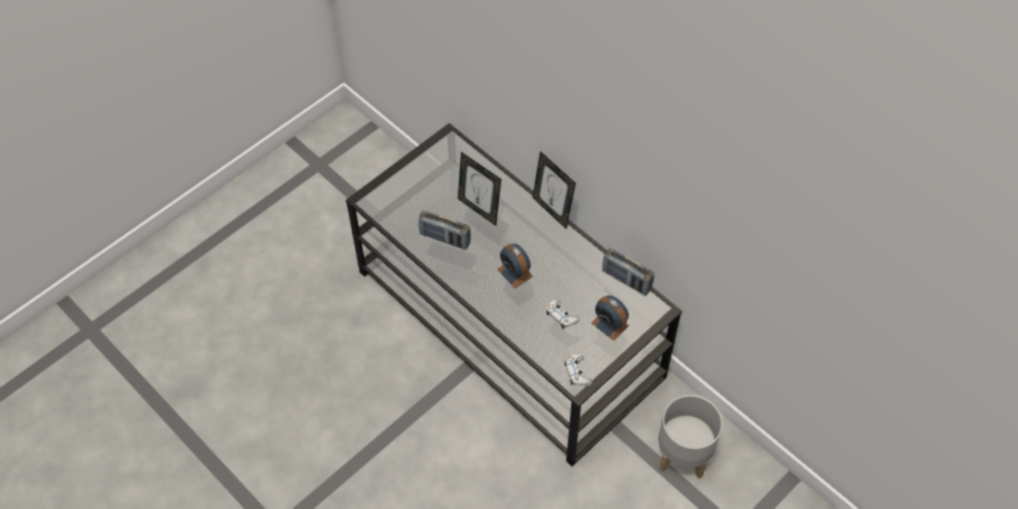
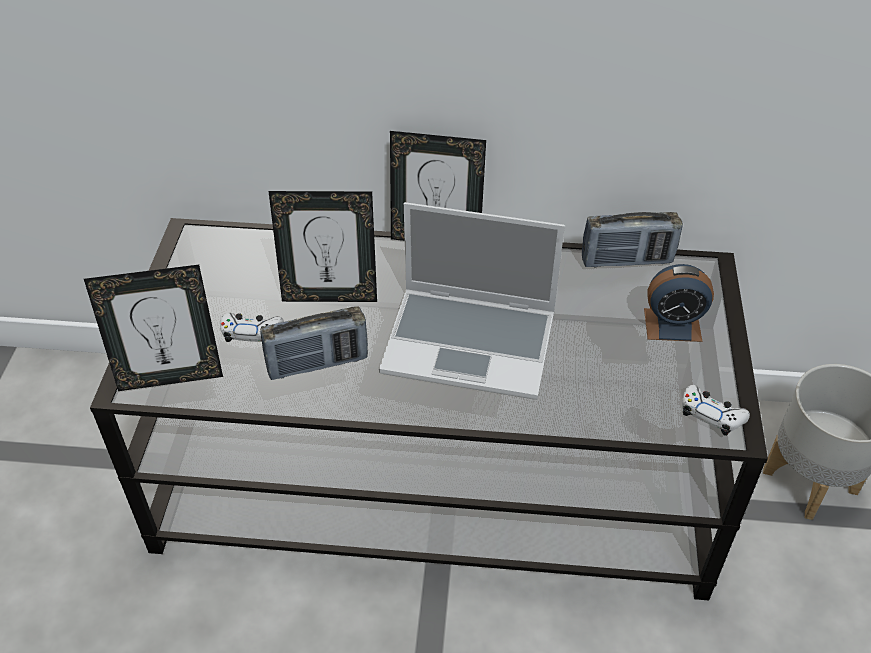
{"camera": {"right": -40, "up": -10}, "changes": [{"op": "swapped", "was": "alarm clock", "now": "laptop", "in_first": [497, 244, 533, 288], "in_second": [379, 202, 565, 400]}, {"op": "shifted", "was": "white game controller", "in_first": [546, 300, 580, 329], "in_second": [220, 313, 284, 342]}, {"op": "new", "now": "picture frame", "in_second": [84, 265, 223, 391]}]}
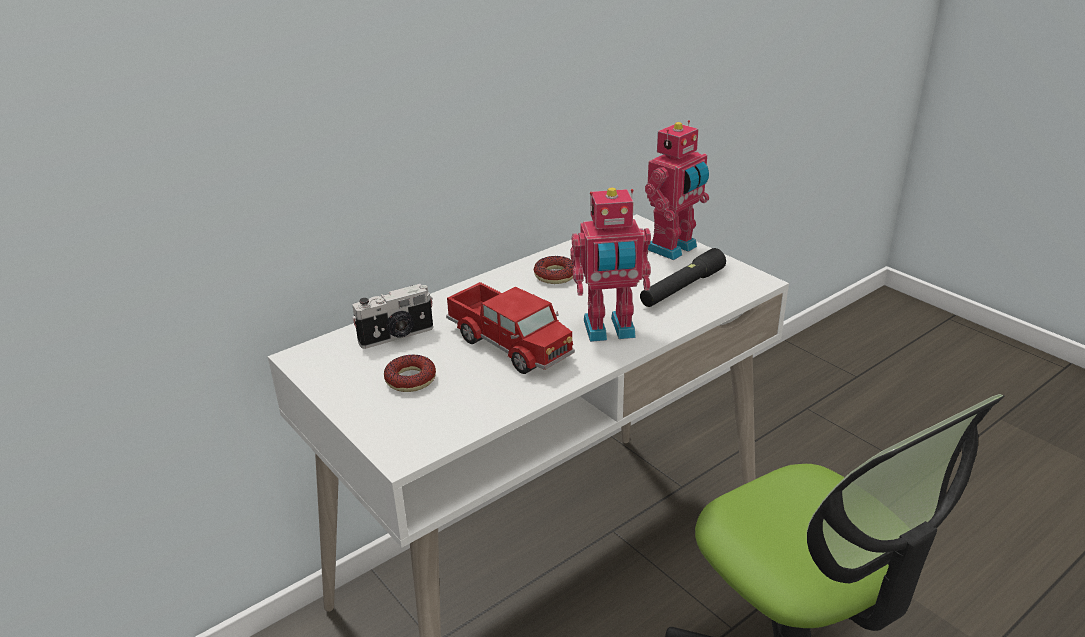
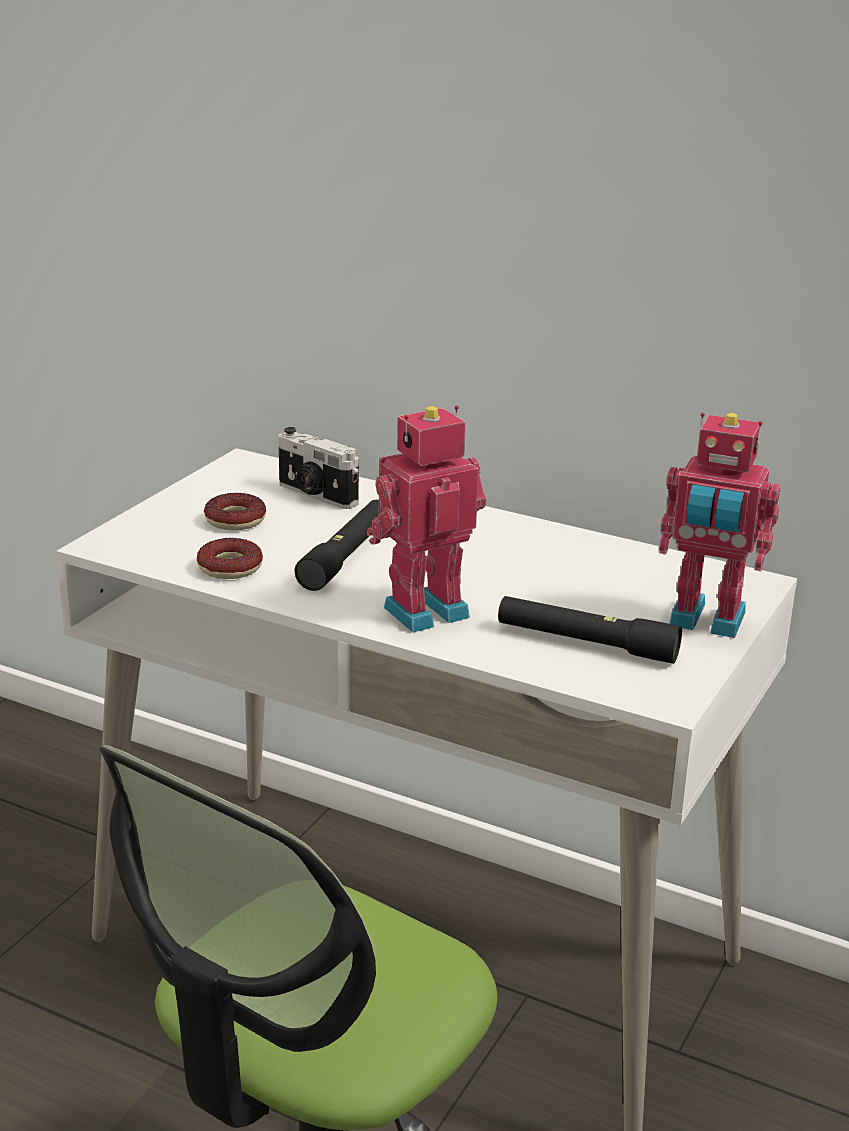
{"camera": {"right": 65, "up": -5}, "changes": [{"op": "swapped", "was": "toy truck", "now": "black flashlight", "in_first": [446, 282, 575, 374], "in_second": [295, 500, 379, 591]}, {"op": "shifted", "was": "donut", "in_first": [534, 256, 574, 284], "in_second": [197, 538, 263, 579]}, {"op": "rotated", "was": "toy robot", "in_first": [570, 188, 651, 342], "in_second": [367, 405, 486, 632], "clockwise": 90}]}
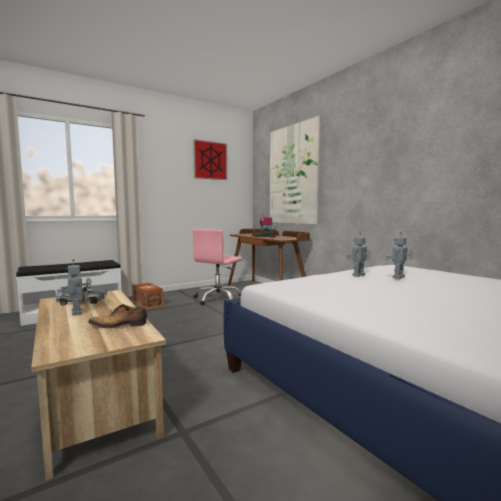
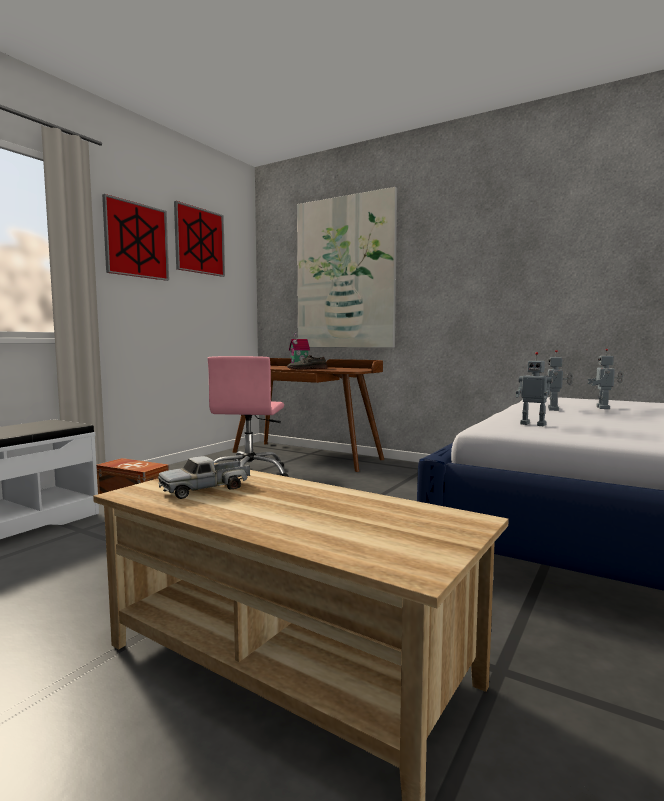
{"camera": {"right": -25, "up": 0}, "changes": [{"op": "shifted", "was": "toy robot", "in_first": [61, 259, 92, 315], "in_second": [516, 352, 553, 426]}, {"op": "gone", "was": "shoe", "in_first": [88, 304, 147, 328]}, {"op": "new", "now": "picture", "in_second": [102, 194, 169, 281]}]}
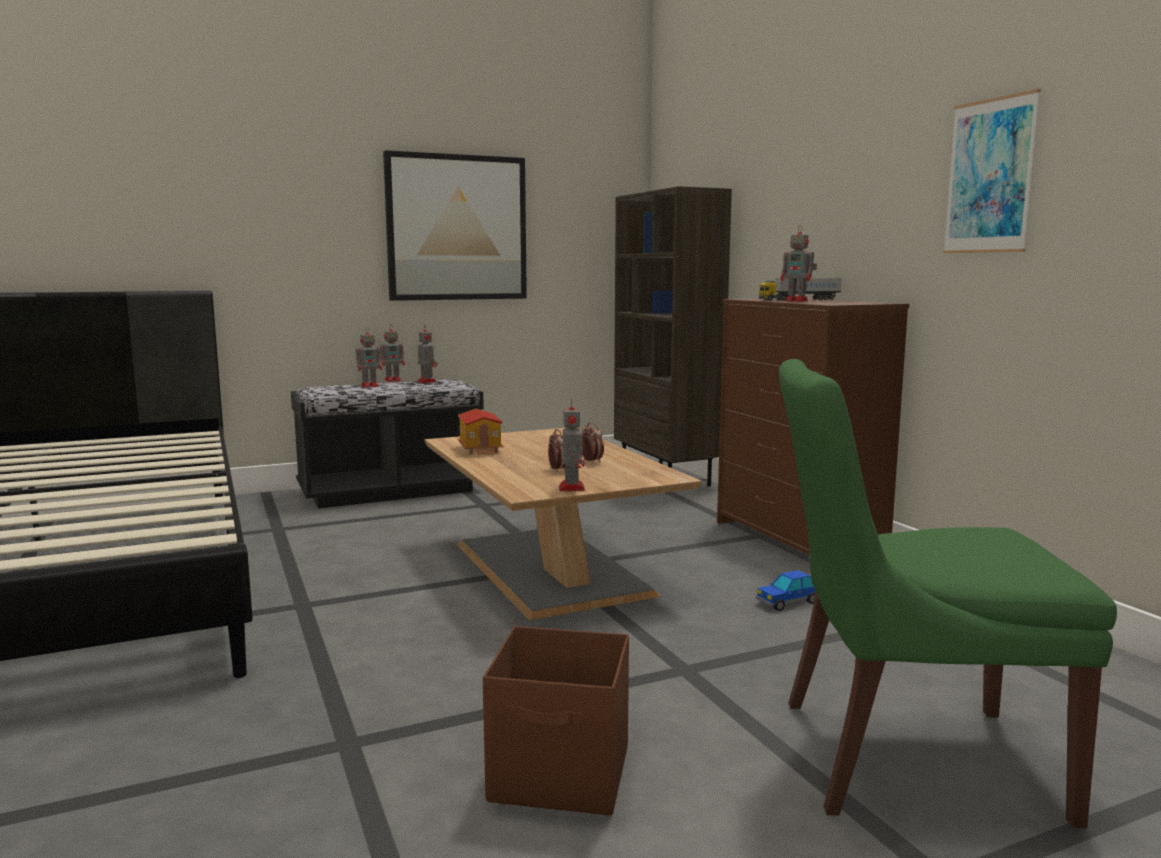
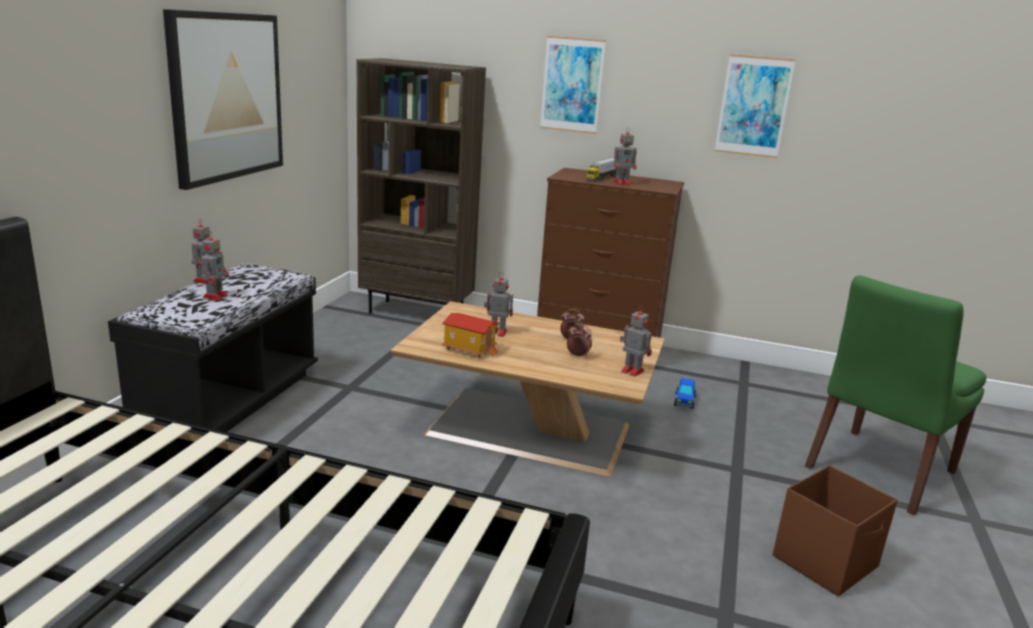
{"camera": {"right": -50, "up": 10}, "changes": [{"op": "shifted", "was": "toy robot", "in_first": [417, 325, 437, 383], "in_second": [484, 272, 513, 337]}, {"op": "new", "now": "picture", "in_second": [540, 36, 606, 134]}]}
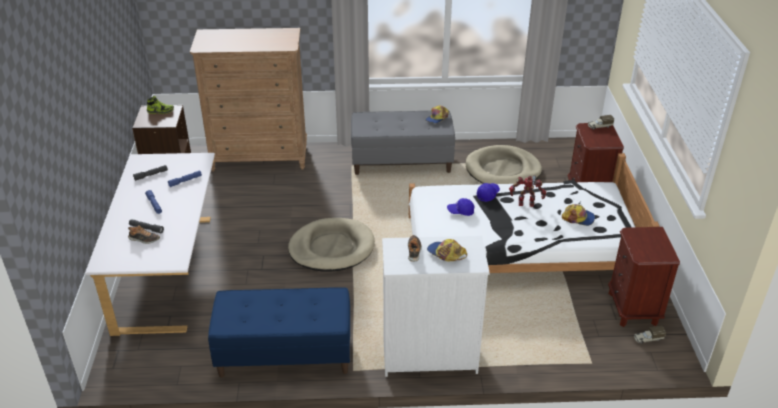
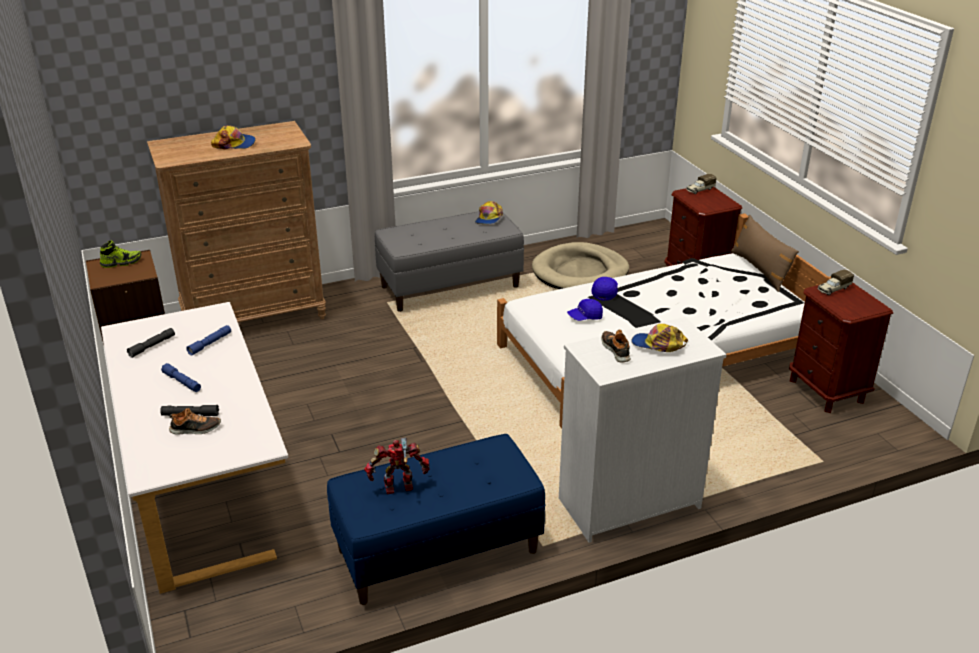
{"camera": {"right": -20, "up": -5}, "changes": [{"op": "gone", "was": "beige dog bed", "in_first": [288, 218, 375, 272]}, {"op": "shifted", "was": "toy robot", "in_first": [509, 175, 546, 207], "in_second": [364, 437, 429, 494]}, {"op": "shifted", "was": "cap", "in_first": [562, 204, 595, 226], "in_second": [211, 125, 256, 149]}, {"op": "shifted", "was": "toy truck", "in_first": [634, 325, 666, 344], "in_second": [817, 269, 854, 295]}, {"op": "new", "now": "brown pillow", "in_second": [731, 214, 799, 292]}]}
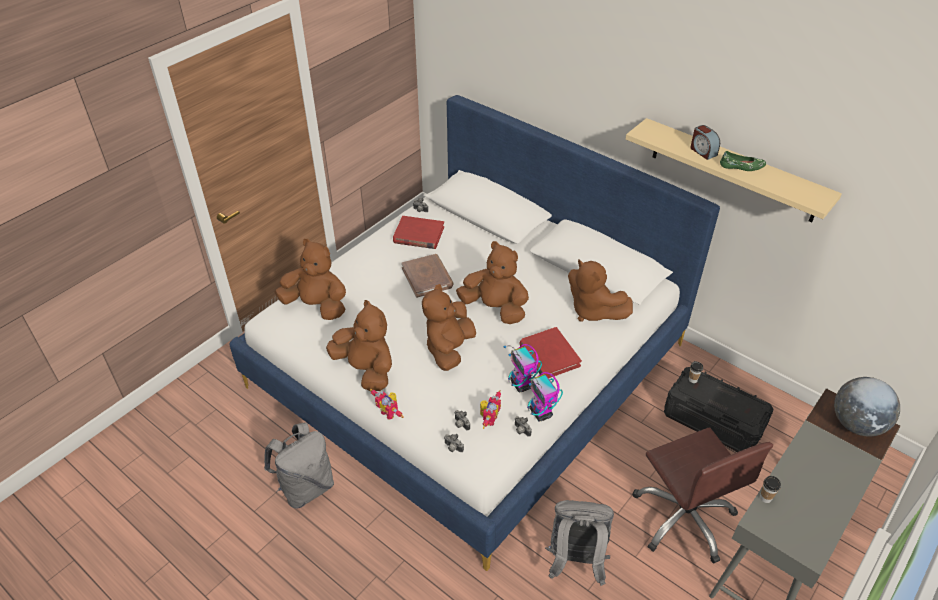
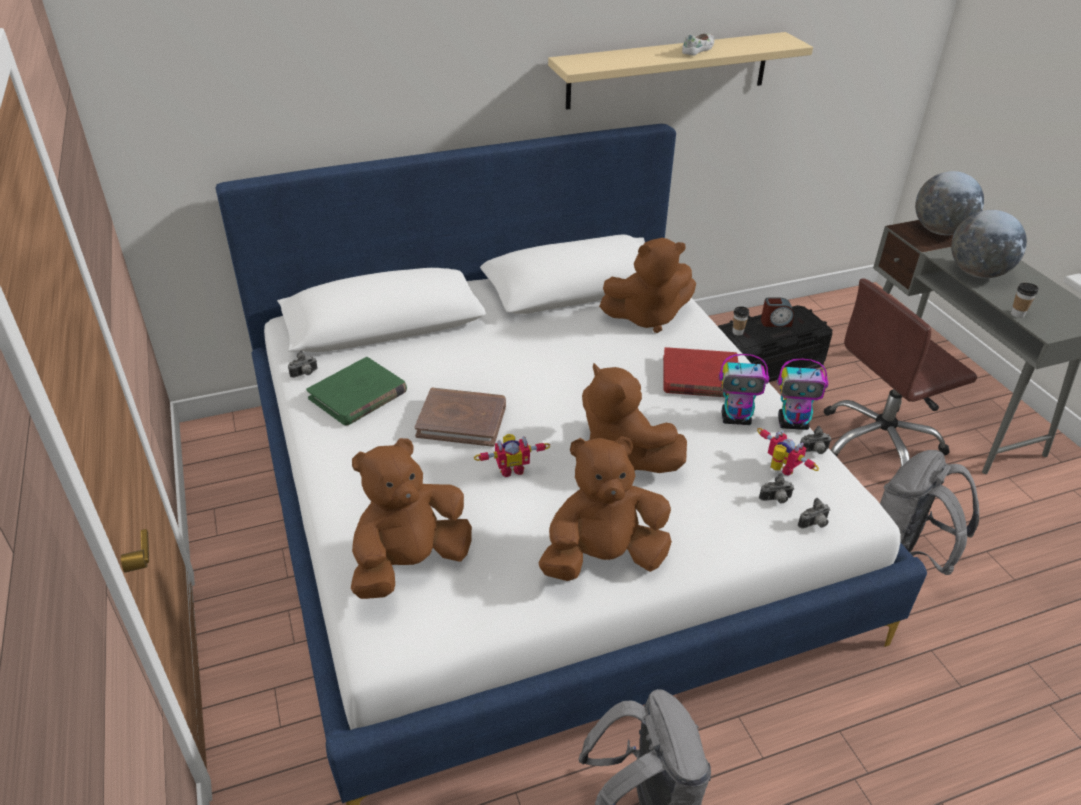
{"camera": {"right": -60, "up": -5}, "changes": [{"op": "shifted", "was": "toy robot", "in_first": [370, 389, 404, 420], "in_second": [474, 434, 550, 477]}, {"op": "repainted", "was": "red book", "now": "green book", "in_first": [393, 216, 444, 249], "in_second": [306, 357, 407, 426]}, {"op": "gone", "was": "brown plush toy", "in_first": [456, 241, 529, 324]}, {"op": "rotated", "was": "brown office chair", "in_first": [633, 427, 773, 563], "in_second": [824, 278, 977, 467], "clockwise": 150}, {"op": "shifted", "was": "alarm clock", "in_first": [690, 125, 720, 160], "in_second": [761, 298, 794, 327]}, {"op": "repainted", "was": "green shoe", "now": "white shoe", "in_first": [720, 151, 766, 171], "in_second": [682, 33, 714, 56]}, {"op": "new", "now": "globe", "in_second": [951, 210, 1027, 278]}]}
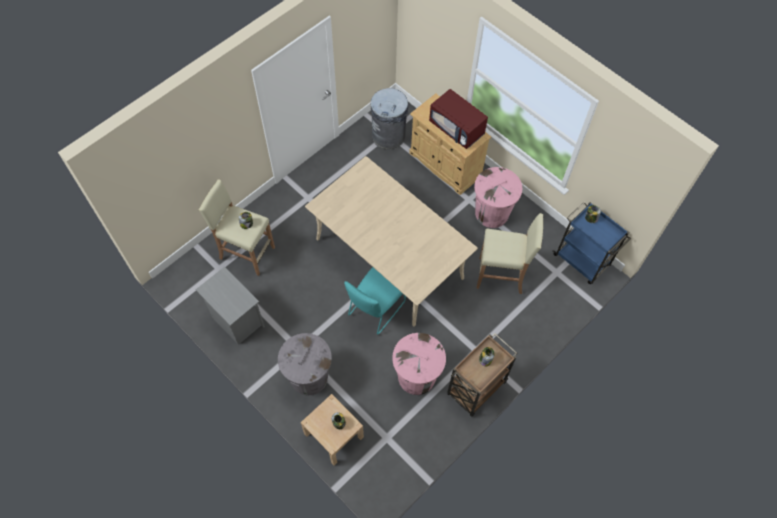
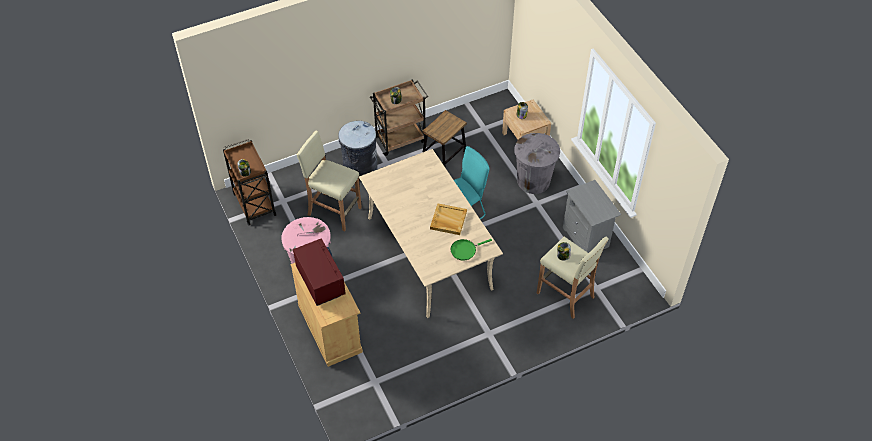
{"camera": {"right": -160, "up": -10}, "changes": [{"op": "shifted", "was": "grey trash can", "in_first": [371, 88, 409, 149], "in_second": [338, 121, 377, 181]}, {"op": "swapped", "was": "pink trash can", "now": "stool", "in_first": [392, 333, 446, 395], "in_second": [422, 110, 467, 170]}, {"op": "repainted", "was": "blue cart", "now": "brown cart", "in_first": [553, 202, 631, 284], "in_second": [223, 139, 276, 225]}, {"op": "new", "now": "beige tray", "in_second": [430, 204, 467, 235]}, {"op": "new", "now": "green frying pan", "in_second": [451, 239, 492, 260]}]}
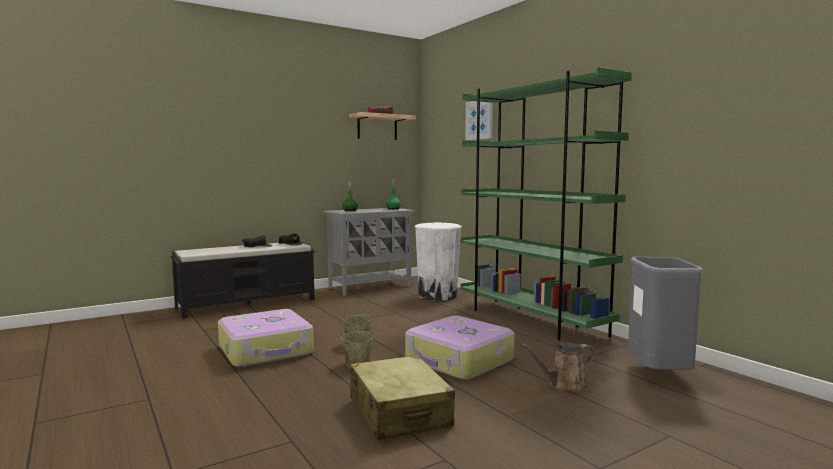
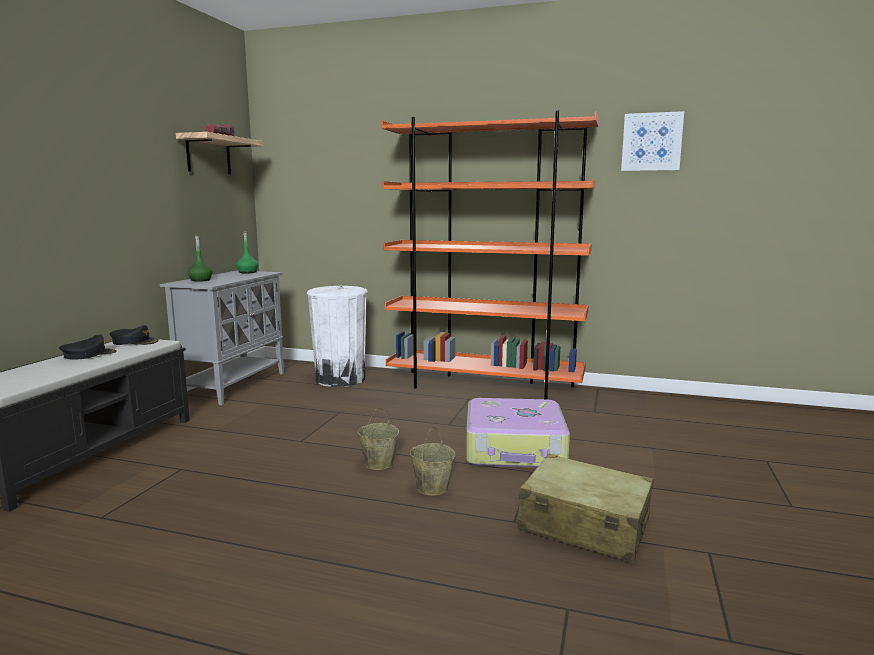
{"camera": {"right": -40, "up": 5}, "changes": [{"op": "gone", "was": "suitcase", "in_first": [218, 309, 314, 367]}, {"op": "repainted", "was": "green bookcase", "now": "orange bookcase", "in_first": [460, 67, 632, 341], "in_second": [381, 110, 599, 399]}, {"op": "shifted", "was": "picture", "in_first": [465, 101, 493, 140], "in_second": [621, 111, 684, 171]}, {"op": "gone", "was": "brown watering can", "in_first": [521, 342, 595, 392]}, {"op": "gone", "was": "grey trash can", "in_first": [628, 257, 704, 370]}]}
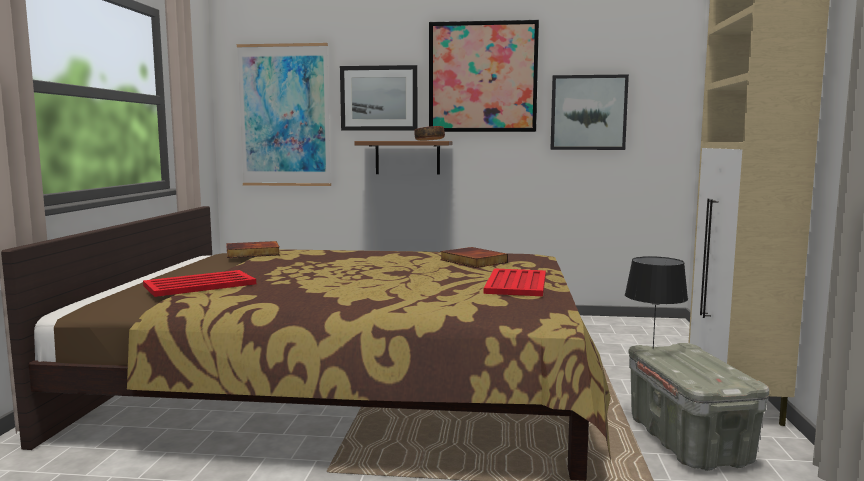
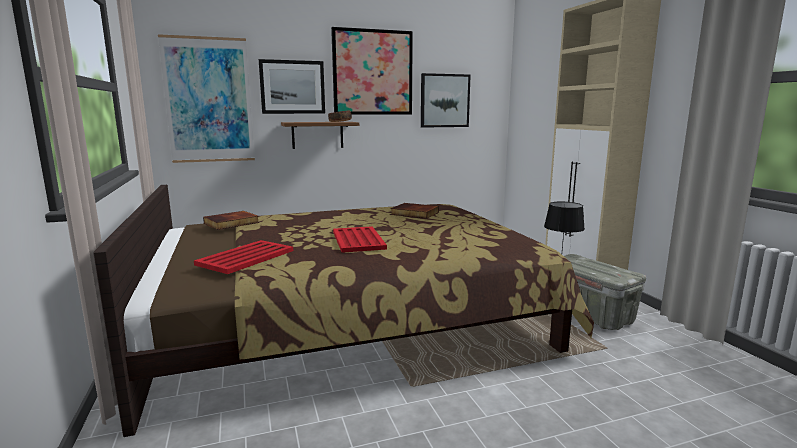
{"camera": {"right": -25, "up": 5}, "changes": [{"op": "shifted", "was": "red tray", "in_first": [484, 268, 546, 296], "in_second": [333, 226, 387, 253]}]}
